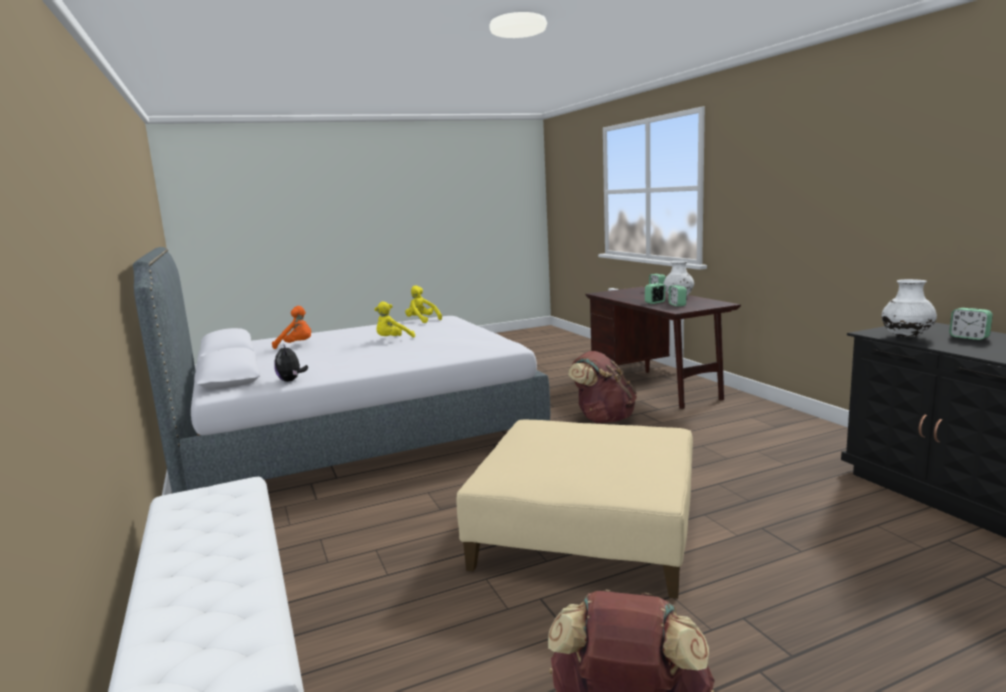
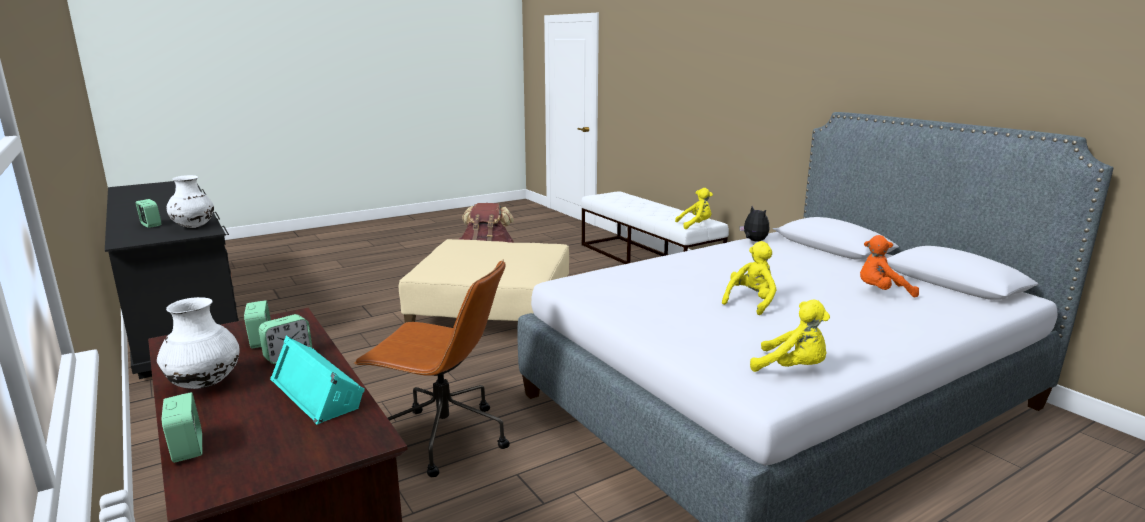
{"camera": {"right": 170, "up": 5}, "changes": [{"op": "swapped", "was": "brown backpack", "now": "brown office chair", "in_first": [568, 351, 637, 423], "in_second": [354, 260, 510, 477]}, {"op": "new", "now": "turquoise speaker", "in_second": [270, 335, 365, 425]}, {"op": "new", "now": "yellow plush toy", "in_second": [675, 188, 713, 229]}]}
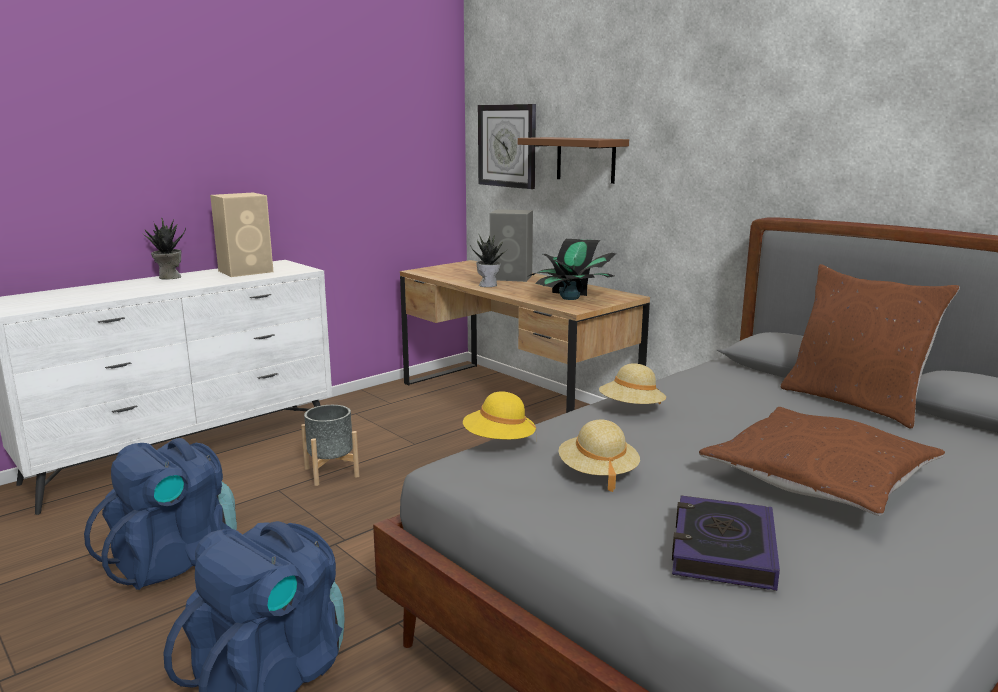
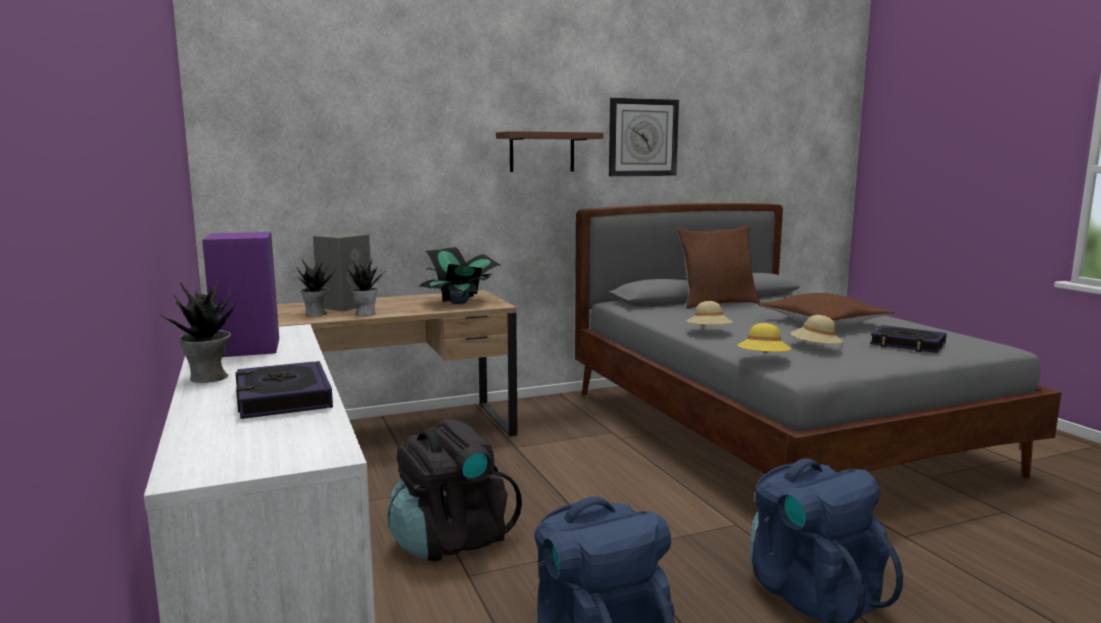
{"camera": {"right": -70, "up": -5}, "changes": [{"op": "repainted", "was": "beige speaker", "now": "purple speaker", "in_first": [210, 192, 273, 277], "in_second": [202, 232, 279, 357]}, {"op": "swapped", "was": "grey planter", "now": "black backpack", "in_first": [301, 405, 359, 486], "in_second": [387, 419, 522, 561]}, {"op": "shifted", "was": "wall clock", "in_first": [478, 104, 536, 189], "in_second": [609, 98, 679, 176]}, {"op": "shifted", "was": "brown shelf", "in_first": [518, 137, 629, 184], "in_second": [496, 131, 603, 172]}, {"op": "new", "now": "book", "in_second": [236, 361, 333, 419]}, {"op": "new", "now": "potted plant", "in_second": [297, 257, 336, 316]}]}
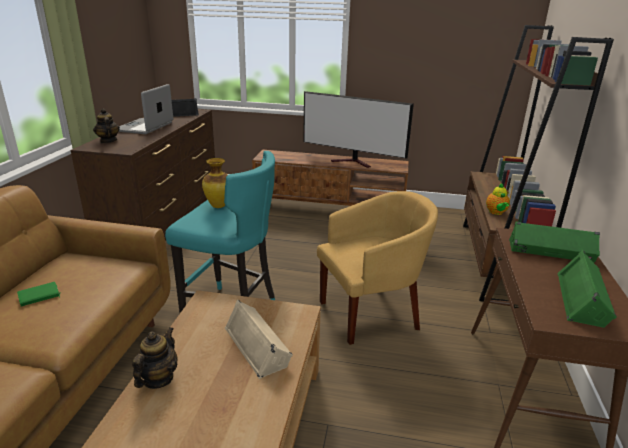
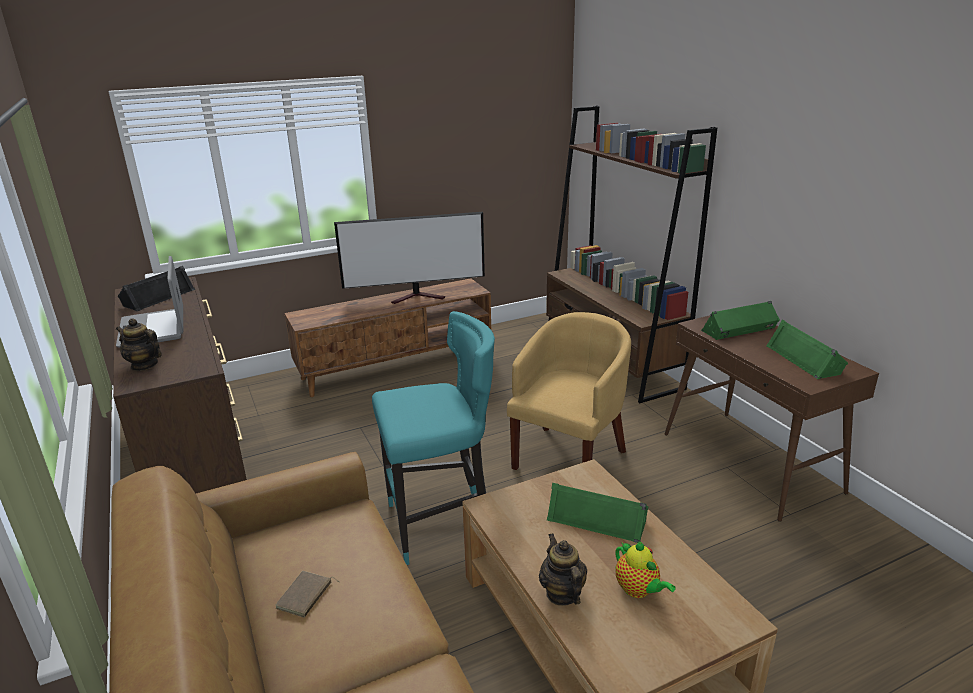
{"camera": {"right": -35, "up": 0}, "changes": [{"op": "repainted", "was": "green book", "now": "brown book", "in_first": [17, 282, 61, 306], "in_second": [275, 571, 340, 618]}, {"op": "gone", "was": "vase", "in_first": [202, 158, 228, 208]}, {"op": "repainted", "was": "beige speaker", "now": "green speaker", "in_first": [225, 299, 293, 379], "in_second": [547, 483, 648, 543]}, {"op": "shifted", "was": "teapot", "in_first": [486, 183, 510, 215], "in_second": [615, 542, 676, 598]}]}
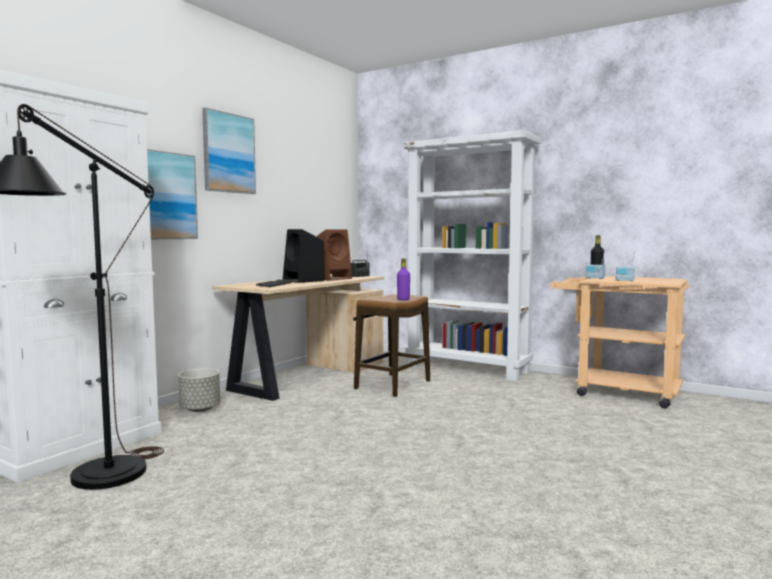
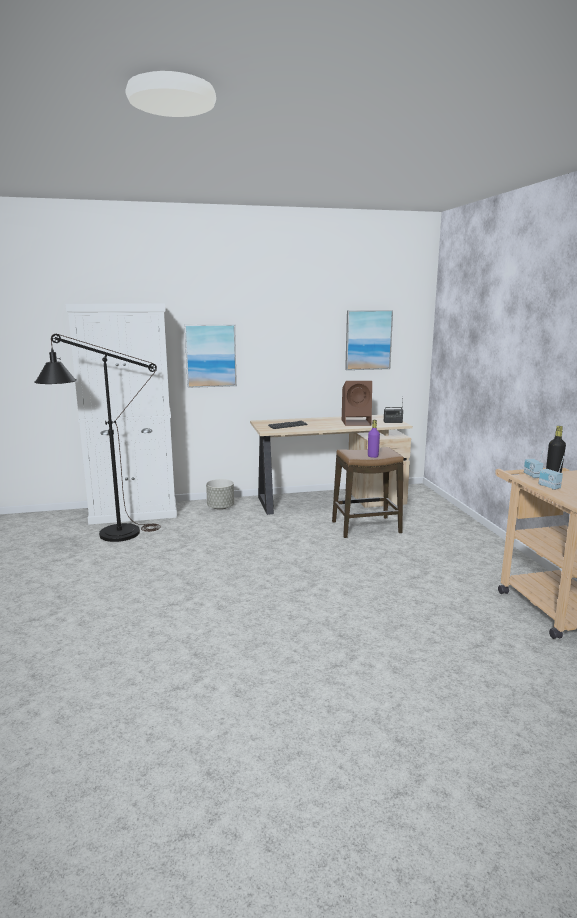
{"camera": {"right": 45, "up": 10}, "changes": [{"op": "shifted", "was": "picture", "in_first": [202, 108, 256, 194], "in_second": [345, 310, 393, 370]}, {"op": "gone", "was": "black speaker", "in_first": [283, 229, 324, 283]}, {"op": "gone", "was": "white bookcase", "in_first": [404, 130, 541, 381]}]}
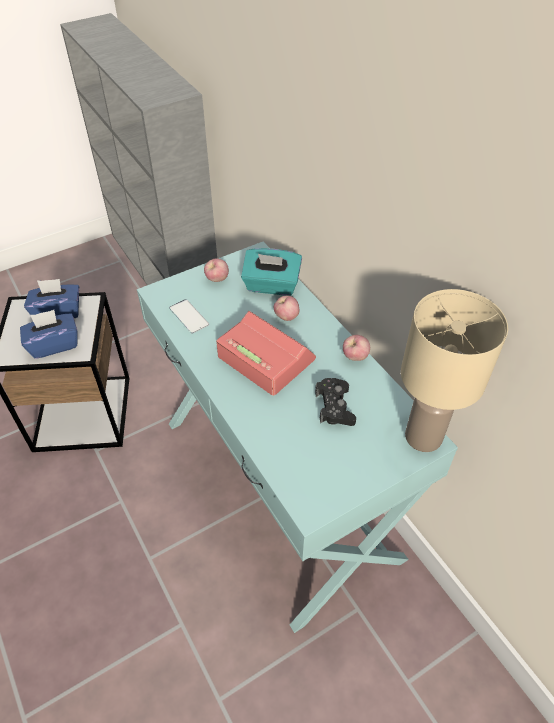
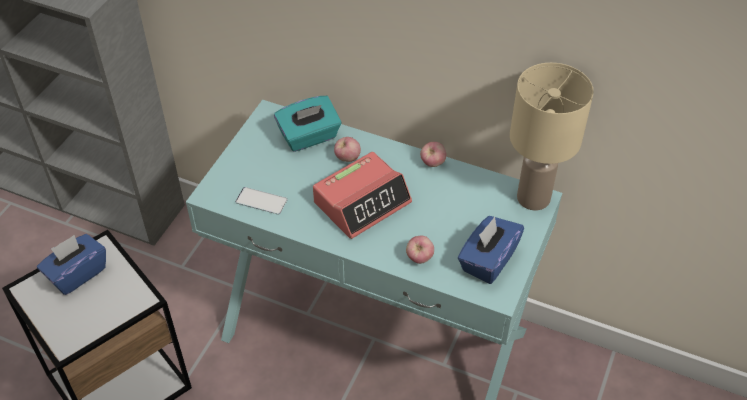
{"camera": {"right": -35, "up": 0}, "changes": [{"op": "shifted", "was": "blue tissue box", "in_first": [20, 310, 78, 359], "in_second": [458, 216, 524, 284]}, {"op": "shifted", "was": "apple", "in_first": [204, 258, 229, 282], "in_second": [406, 235, 434, 264]}, {"op": "rotated", "was": "alarm clock", "in_first": [216, 311, 316, 396], "in_second": [313, 152, 412, 239], "clockwise": 135}, {"op": "gone", "was": "black game controller", "in_first": [315, 378, 356, 426]}]}
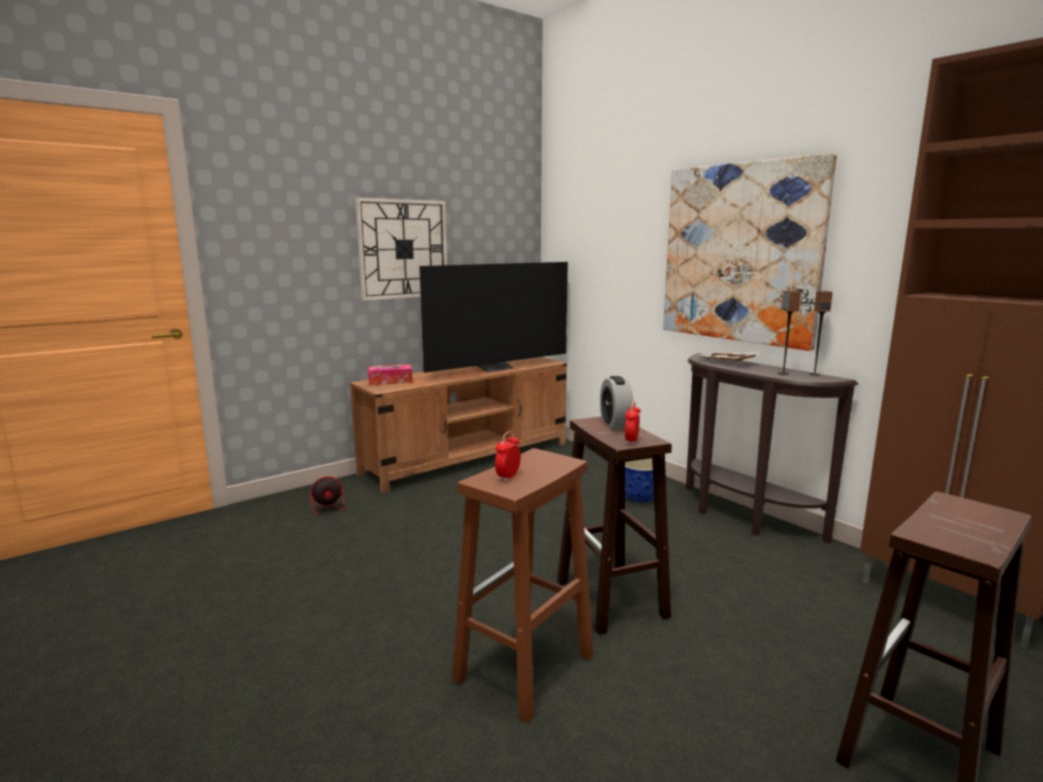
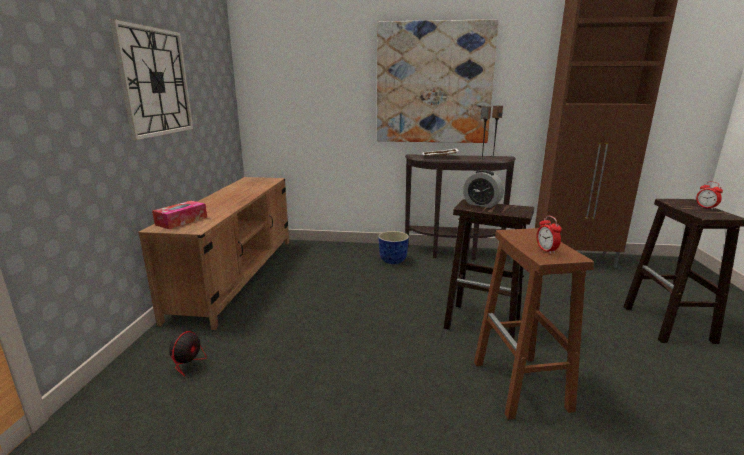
{"camera": {"right": -45, "up": 5}, "changes": [{"op": "gone", "was": "television", "in_first": [419, 262, 568, 373]}, {"op": "shifted", "was": "alarm clock", "in_first": [625, 402, 641, 444], "in_second": [696, 181, 723, 210]}]}
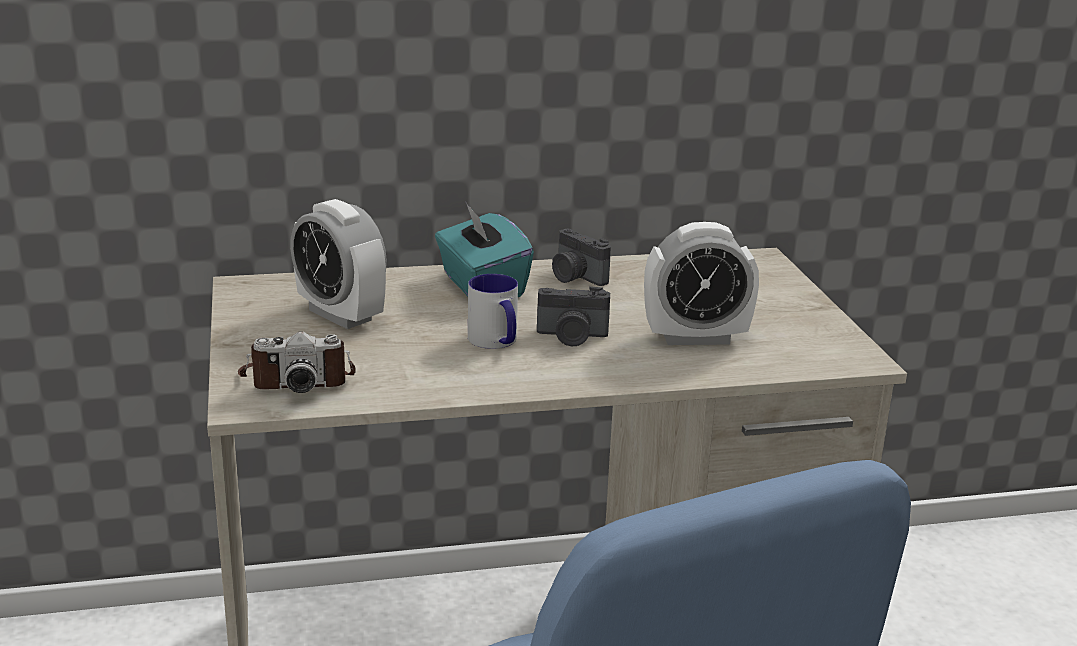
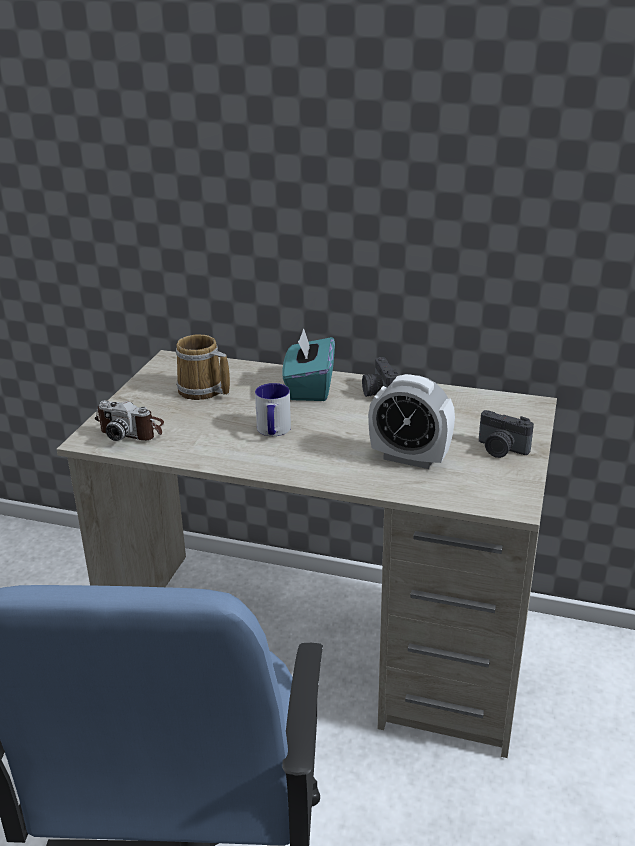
{"camera": {"right": 30, "up": 5}, "changes": [{"op": "swapped", "was": "alarm clock", "now": "mug", "in_first": [290, 199, 387, 329], "in_second": [176, 334, 230, 400]}, {"op": "shifted", "was": "photo camera", "in_first": [537, 286, 610, 346], "in_second": [479, 410, 534, 458]}]}
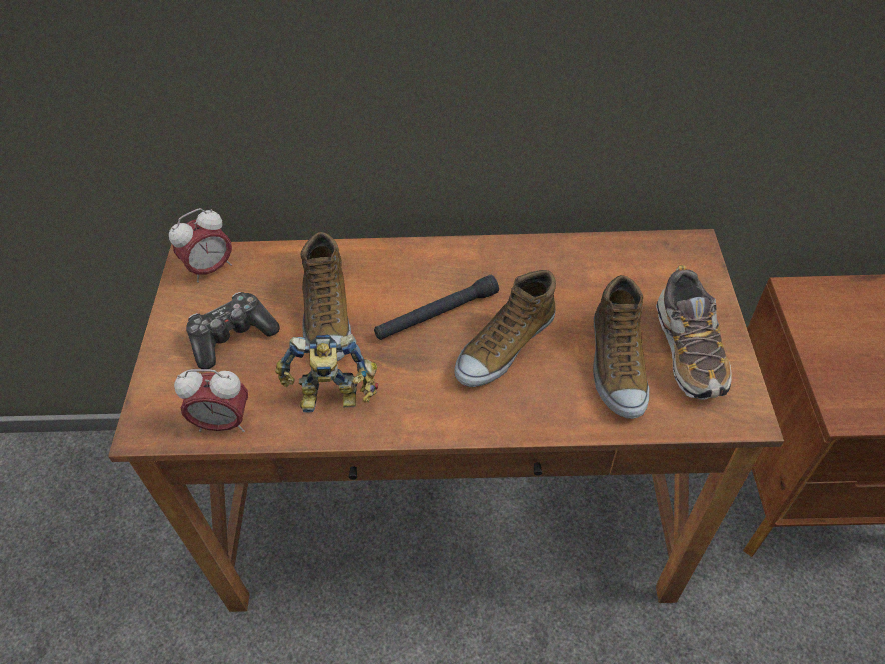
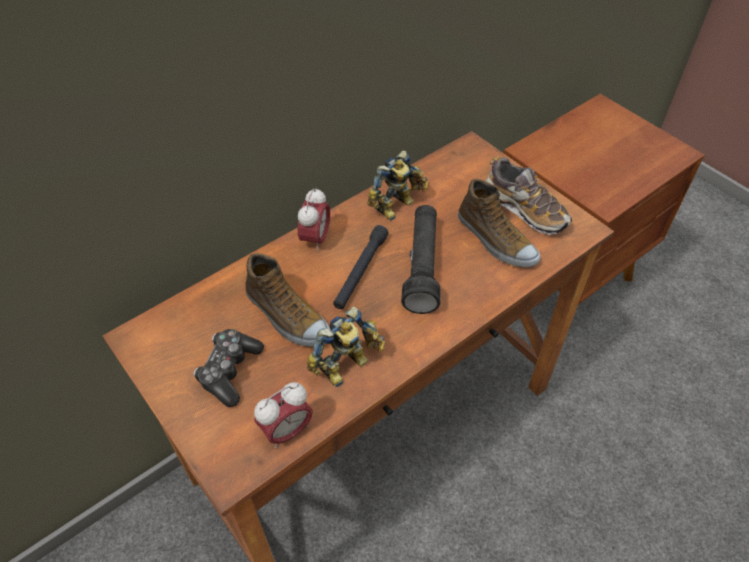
{"camera": {"right": -40, "up": 0}, "changes": [{"op": "shifted", "was": "alarm clock", "in_first": [169, 208, 232, 283], "in_second": [298, 187, 330, 252]}, {"op": "swapped", "was": "shoe", "now": "black flashlight", "in_first": [454, 270, 556, 387], "in_second": [401, 205, 441, 314]}, {"op": "new", "now": "toy robot", "in_second": [367, 150, 428, 221]}]}
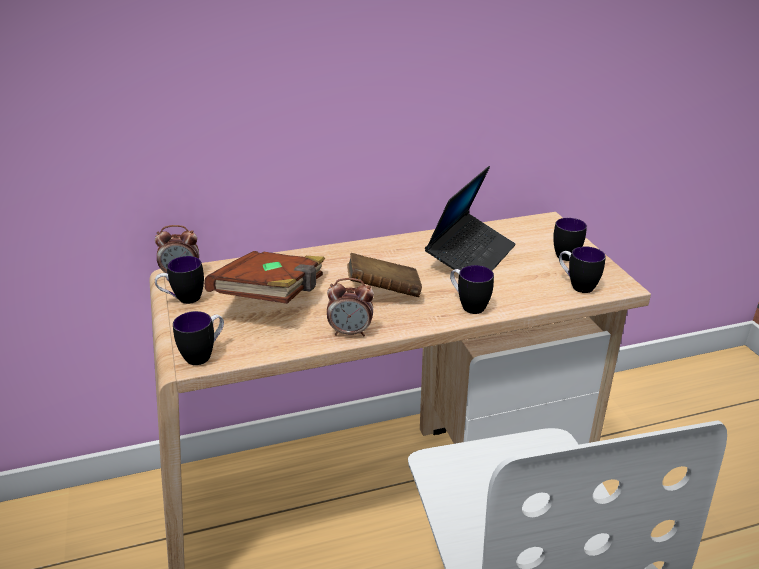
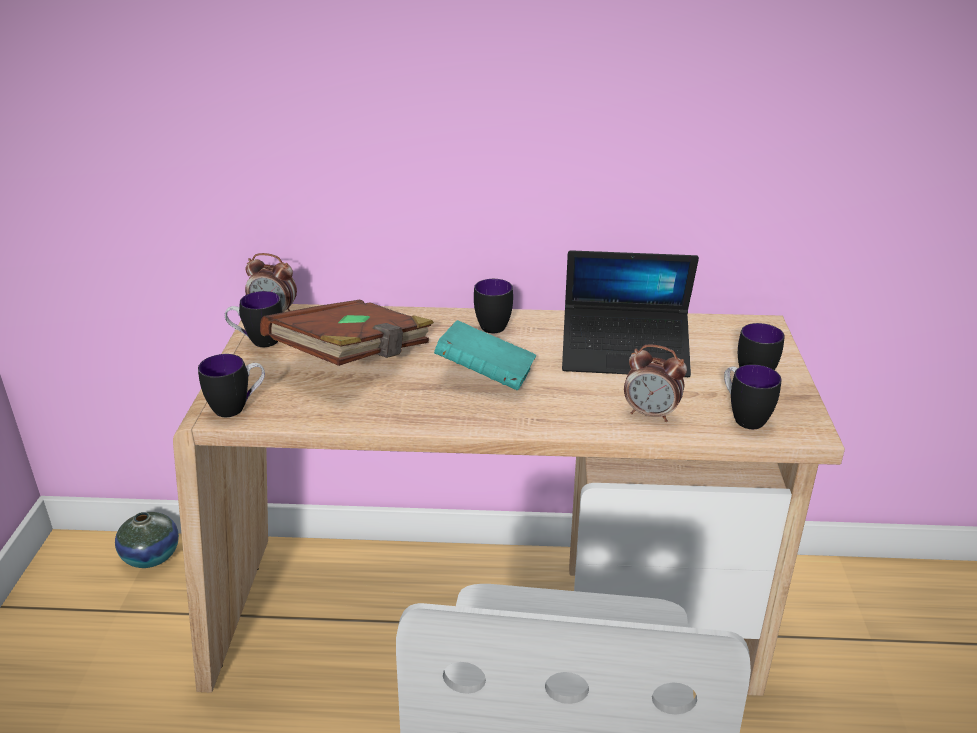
{"camera": {"right": 20, "up": 0}, "changes": [{"op": "shifted", "was": "alarm clock", "in_first": [327, 278, 374, 337], "in_second": [624, 345, 687, 422]}, {"op": "repainted", "was": "brown book", "now": "turquoise book", "in_first": [347, 253, 422, 297], "in_second": [434, 320, 536, 391]}, {"op": "rotated", "was": "laptop", "in_first": [425, 166, 516, 271], "in_second": [562, 250, 699, 377], "clockwise": 45}, {"op": "shifted", "was": "mug", "in_first": [450, 265, 494, 314], "in_second": [474, 279, 513, 333]}, {"op": "new", "now": "vase", "in_second": [115, 512, 179, 568]}]}
